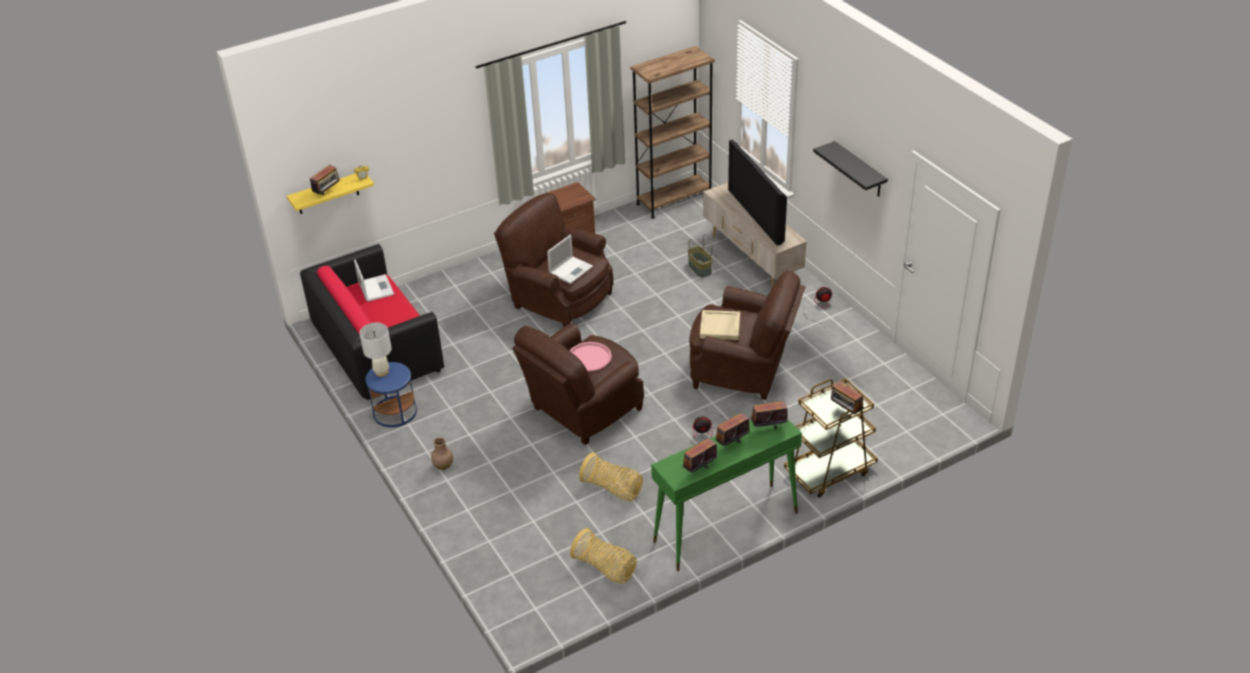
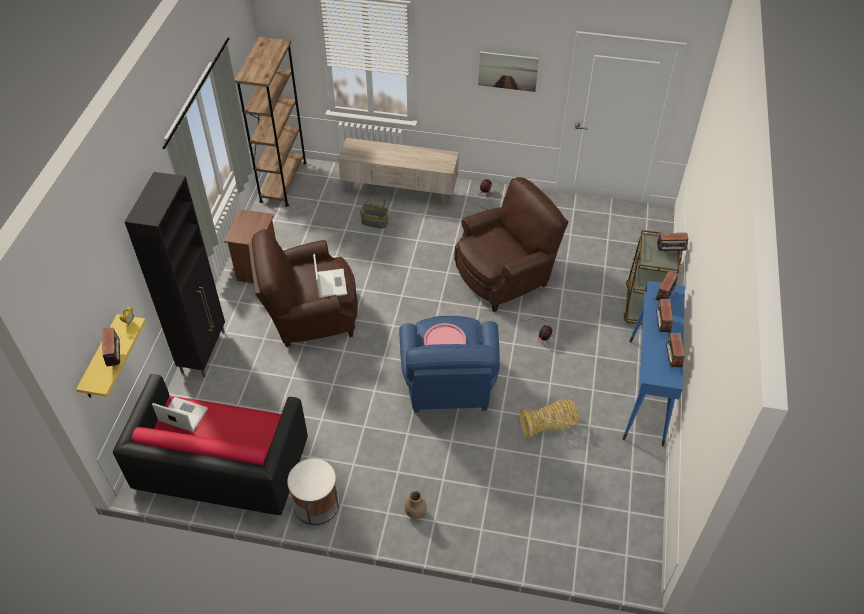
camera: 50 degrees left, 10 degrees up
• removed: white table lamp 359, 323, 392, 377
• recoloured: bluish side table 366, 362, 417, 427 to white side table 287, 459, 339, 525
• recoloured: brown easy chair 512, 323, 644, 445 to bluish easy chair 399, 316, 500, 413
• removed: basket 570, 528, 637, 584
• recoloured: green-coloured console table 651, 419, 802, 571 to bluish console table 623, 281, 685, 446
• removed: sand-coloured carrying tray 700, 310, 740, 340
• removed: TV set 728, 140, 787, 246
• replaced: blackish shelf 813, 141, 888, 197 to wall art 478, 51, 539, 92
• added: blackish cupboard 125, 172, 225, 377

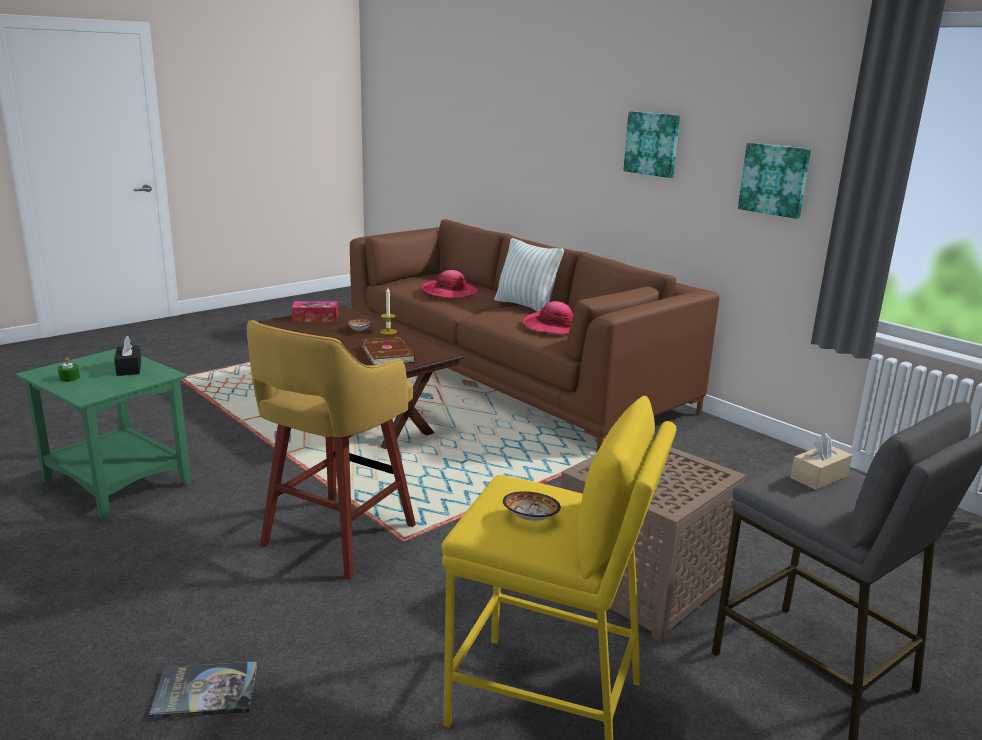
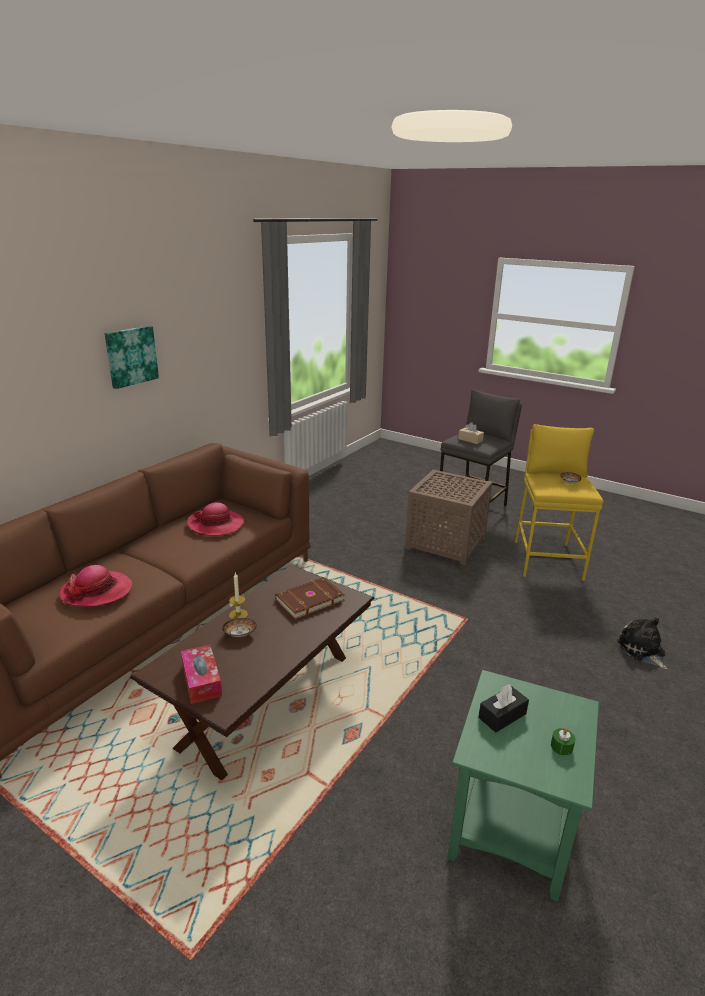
camera: 105 degrees left, 5 degrees up
• replaced: volume 149, 662, 257, 719 to cuddly toy 617, 617, 667, 669
• removed: yellow stool seat 247, 320, 416, 580
• removed: throw pillow 494, 238, 564, 312
• removed: wall art 738, 143, 811, 219

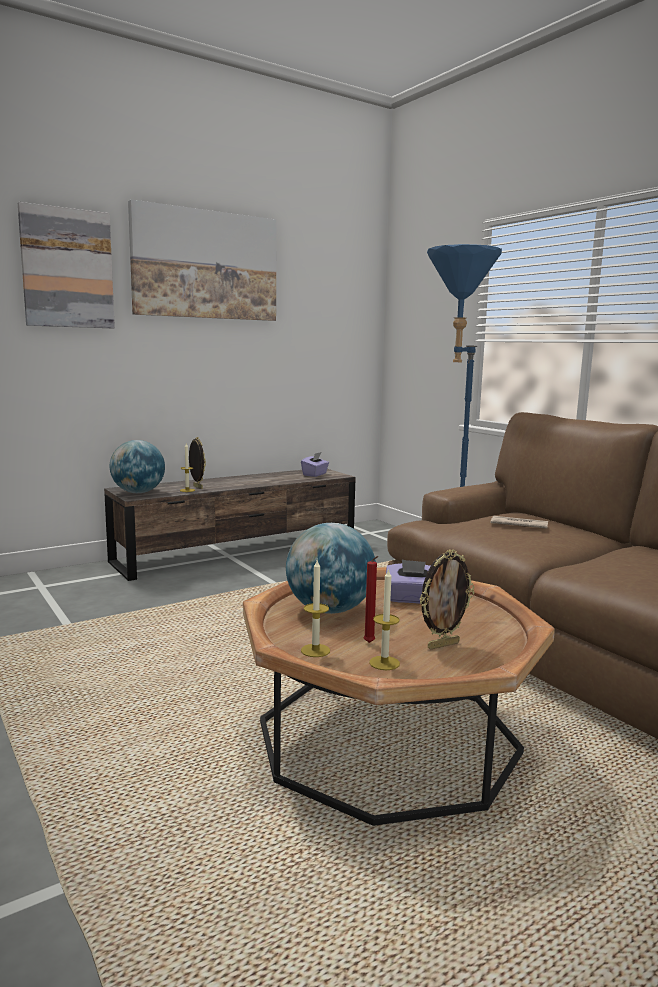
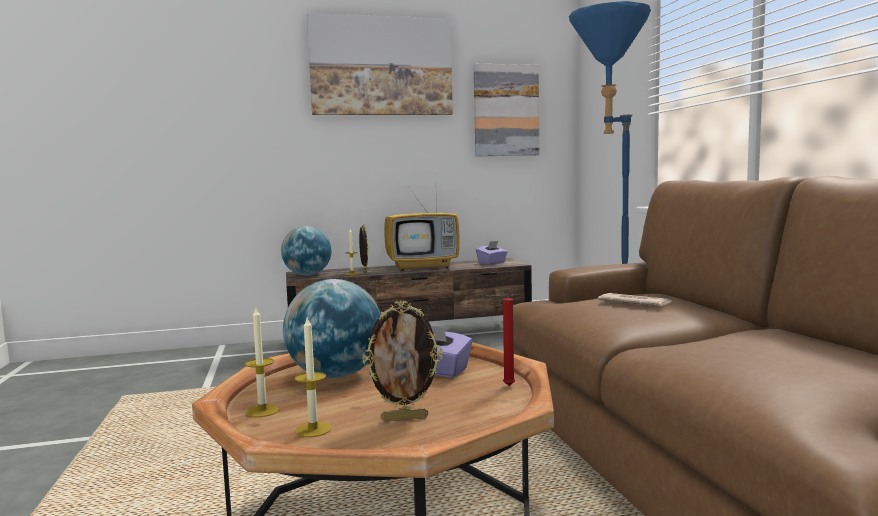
camera: 20 degrees right, 5 degrees down
• moved: wall art 18, 202, 115, 328 to 473, 64, 539, 156
• moved: red-coloured wax light 364, 556, 378, 643 to 503, 291, 515, 386
• added: TV set 384, 189, 460, 271

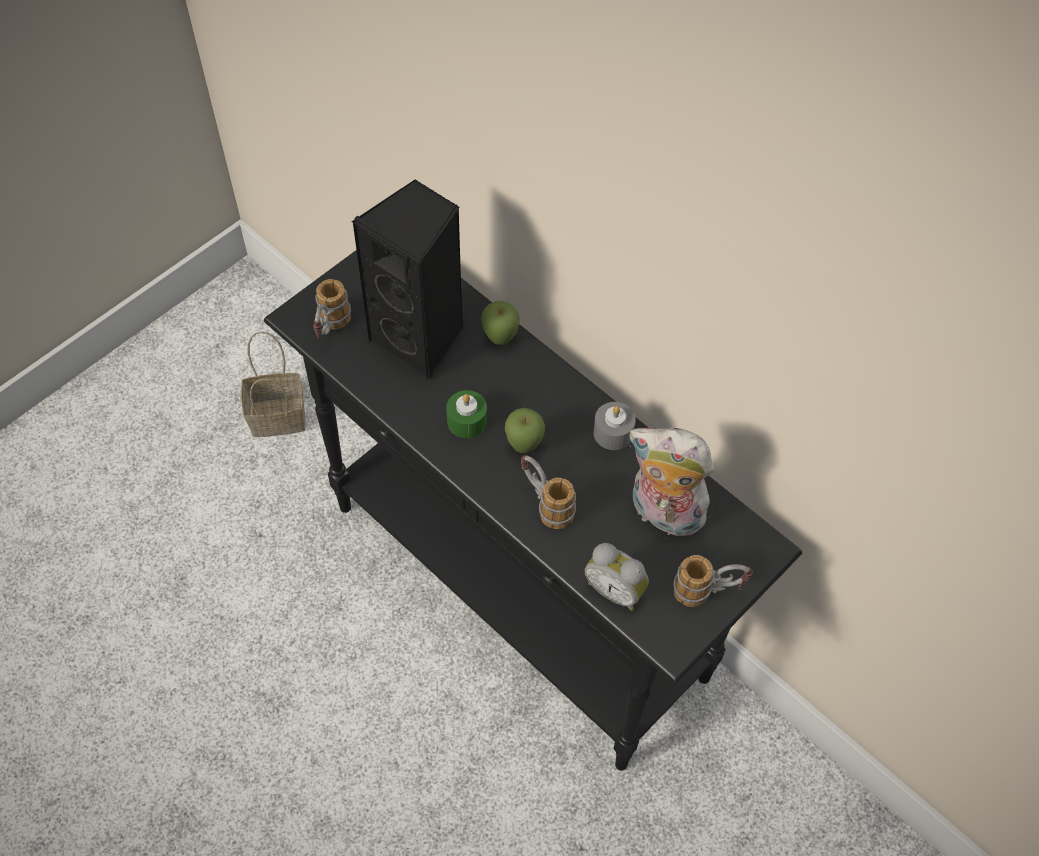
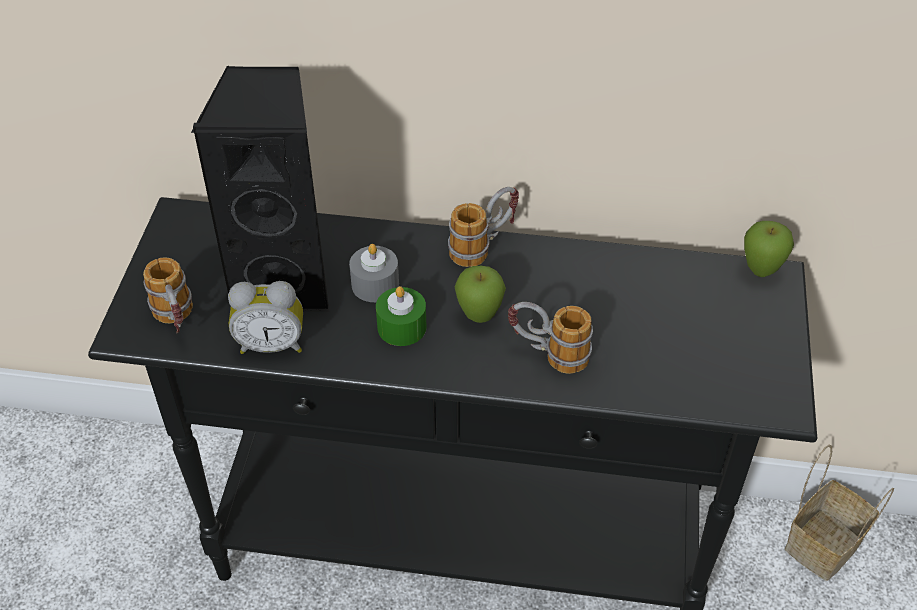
camera: 35 degrees left, 10 degrees down
• moved: basket 241, 331, 305, 437 to 785, 444, 894, 581
• moved: apple 481, 301, 520, 345 to 744, 221, 794, 277
• moved: alarm clock 585, 543, 649, 611 to 228, 281, 303, 354
• moved: gray wax light 593, 402, 636, 450 to 349, 244, 399, 302
• removed: cuddly toy 629, 428, 714, 536
• moved: mug 673, 555, 753, 607 to 448, 187, 519, 267

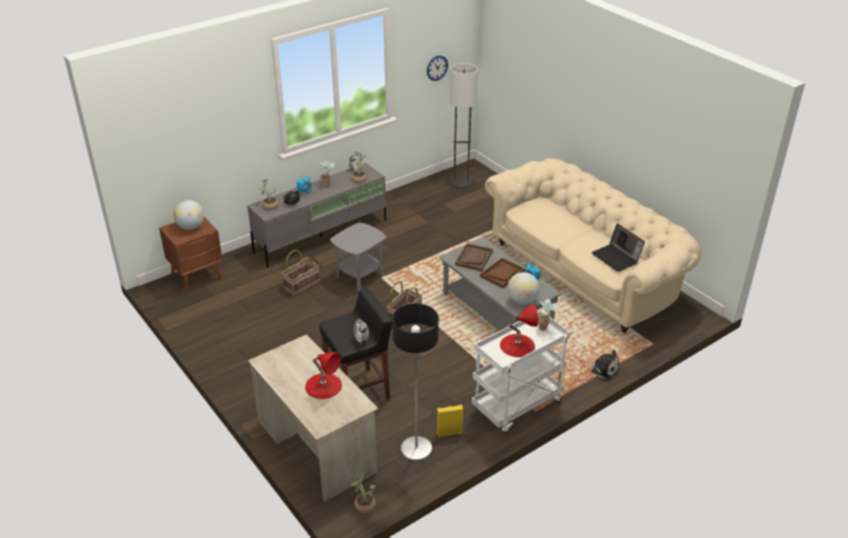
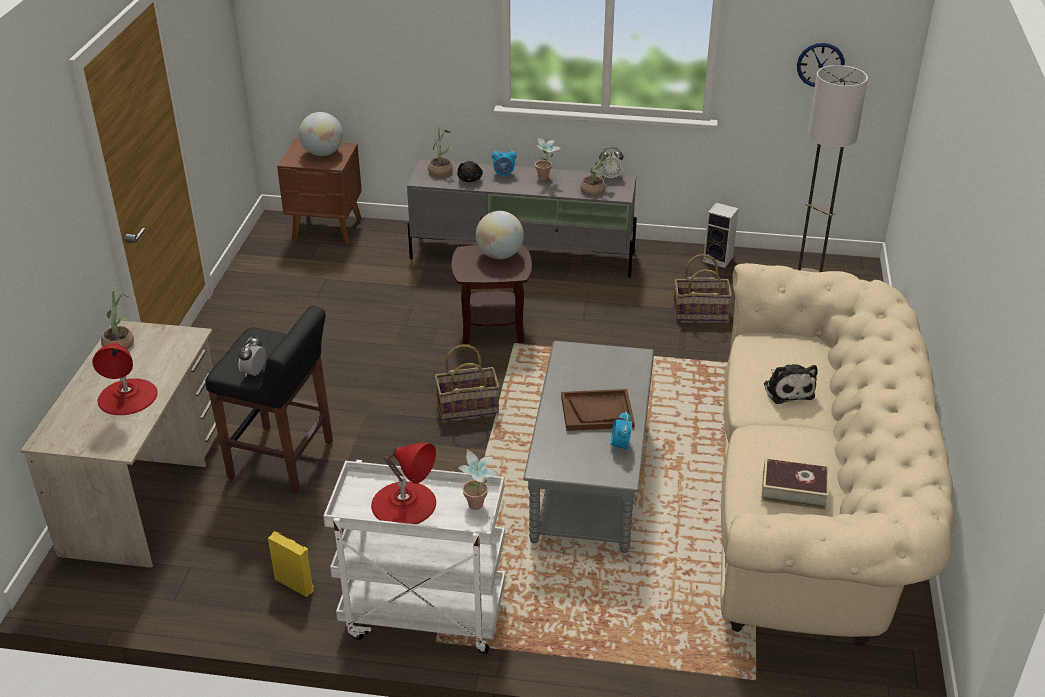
camera: 45 degrees right, 0 degrees up
• moved: basket 281, 250, 320, 296 to 673, 254, 732, 321
• recoloured: gray side table 330, 222, 386, 291 to brown side table 451, 245, 532, 345
• moved: houseplant 350, 472, 376, 513 to 101, 291, 134, 349
• removed: standing lamp 392, 303, 439, 462
• removed: brown carrying tray 455, 243, 493, 271
• moved: desk globe 507, 272, 540, 305 to 476, 211, 524, 259
• moved: cuddly toy 586, 350, 620, 380 to 764, 364, 818, 404
• replaced: notebook computer 592, 223, 645, 272 to volume 761, 459, 829, 510
• added: loudspeaker 703, 202, 739, 268

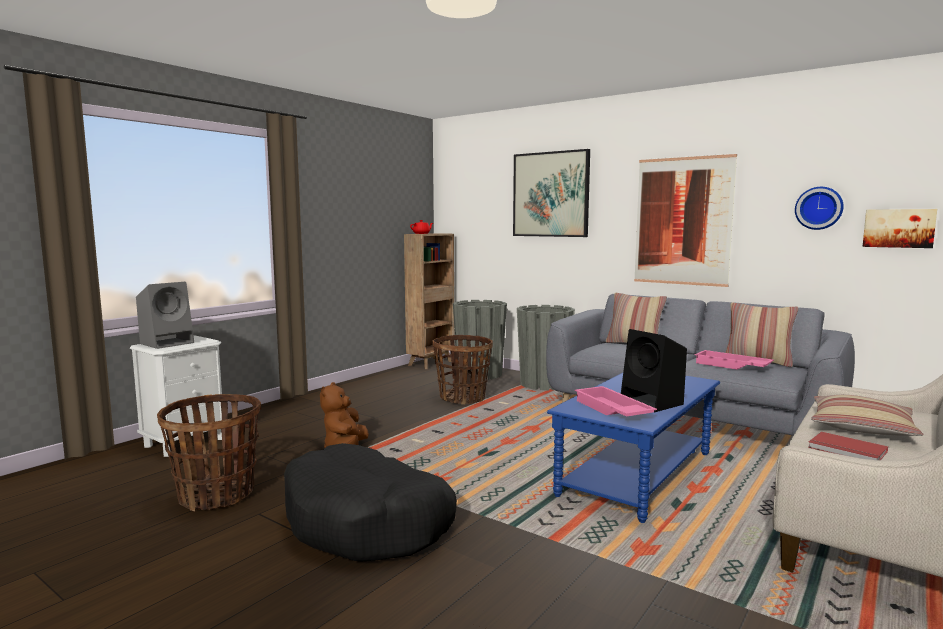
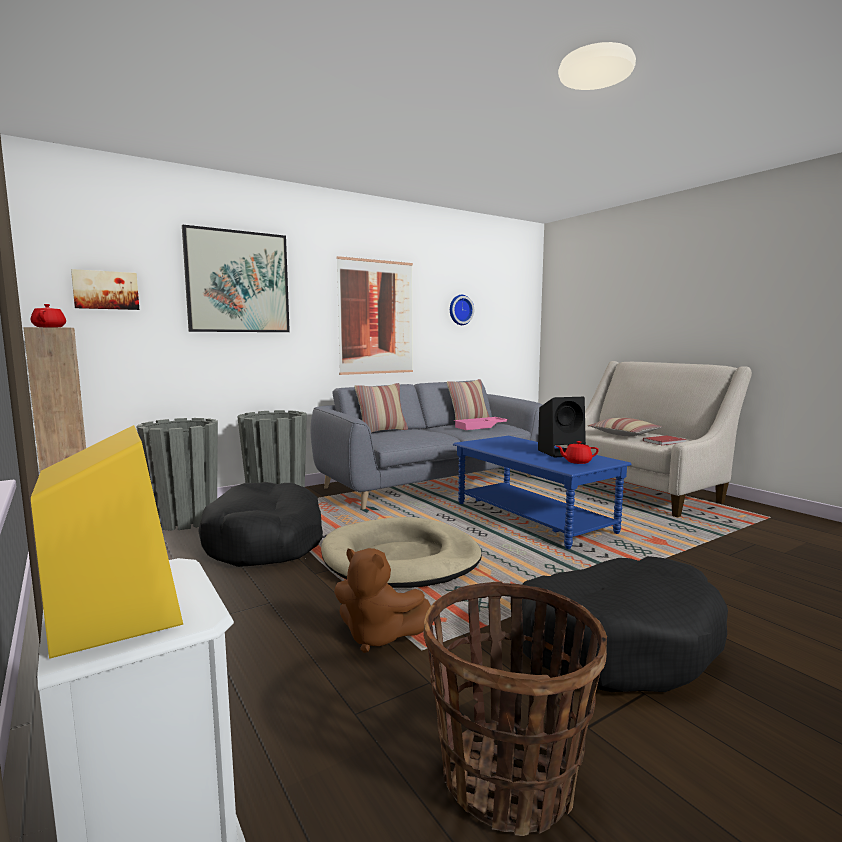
camera: 70 degrees left, 0 degrees up
• recoloured: gray loudspeaker 136, 282, 194, 349 to yellow loudspeaker 31, 425, 183, 659
• replaced: basket 432, 335, 493, 405 to blackish dog bed 198, 482, 323, 567
• replaced: pinkish carrying tray 575, 386, 657, 417 to red-coloured tea pot 557, 441, 599, 464
• moved: wall art 862, 209, 937, 248 to 71, 269, 139, 310
• added: sand-coloured dog bed 321, 517, 482, 588

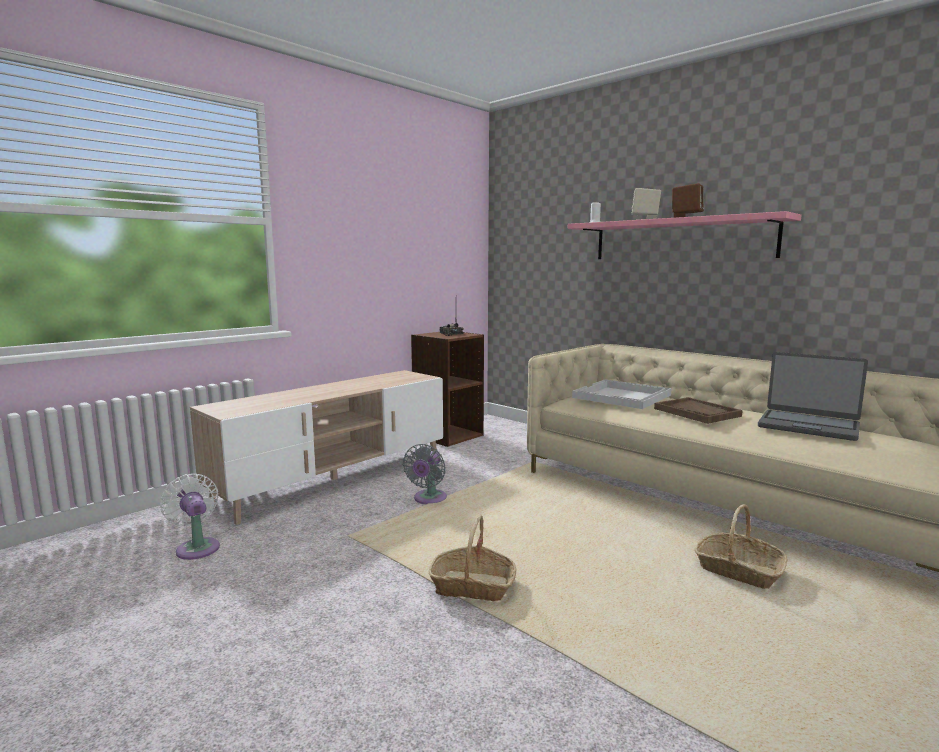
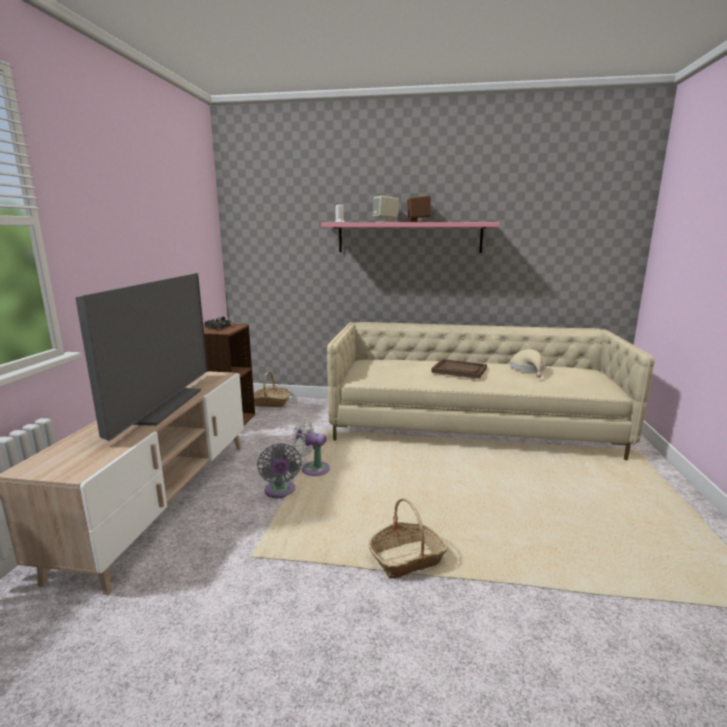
camera: 35 degrees left, 5 degrees up
• moved: white cooling fan 160, 474, 220, 560 to 291, 419, 330, 476
• removed: white carrying tray 572, 379, 672, 409
• moved: basket 695, 504, 787, 589 to 254, 371, 290, 407
• replaced: notebook computer 758, 352, 868, 441 to sand-coloured hat 510, 349, 546, 378
• added: TV set 75, 273, 208, 441

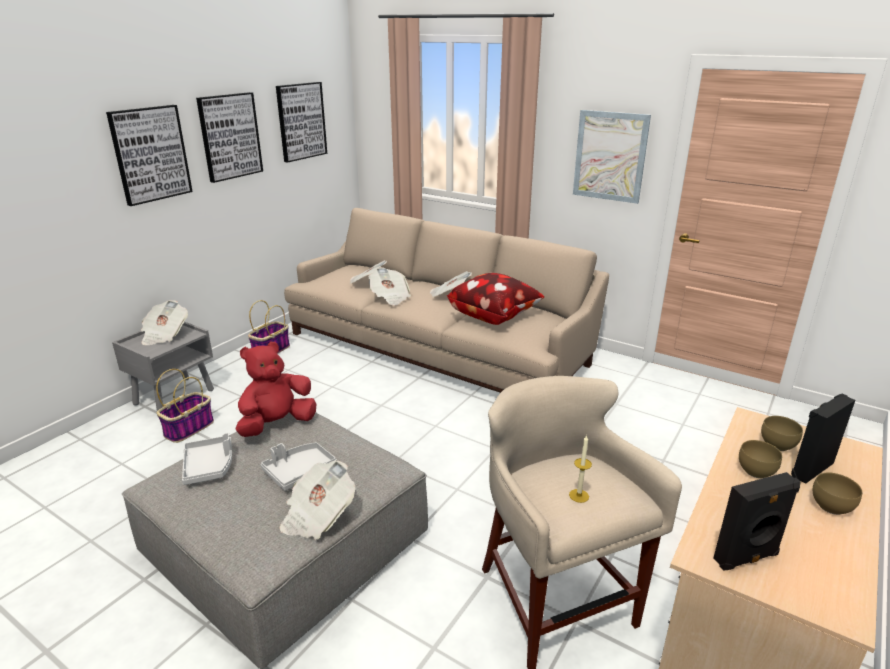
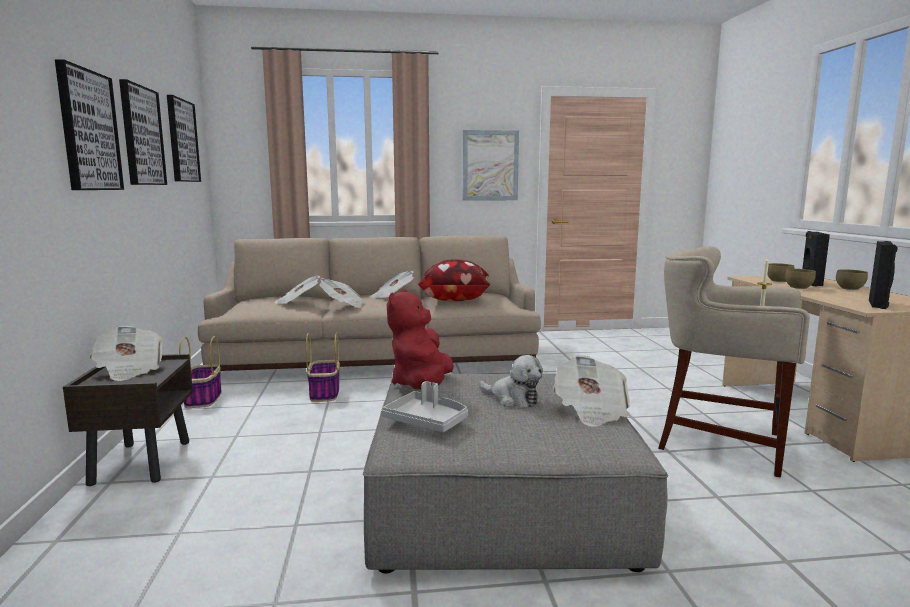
camera: 40 degrees left, 15 degrees down
• recoloured: gray bedside table 112, 322, 214, 416 to brown bedside table 63, 354, 193, 486
• moved: basket 156, 369, 214, 443 to 306, 332, 340, 402
• replaced: gray carrying tray 261, 442, 337, 491 to cuddly toy 479, 355, 543, 408

